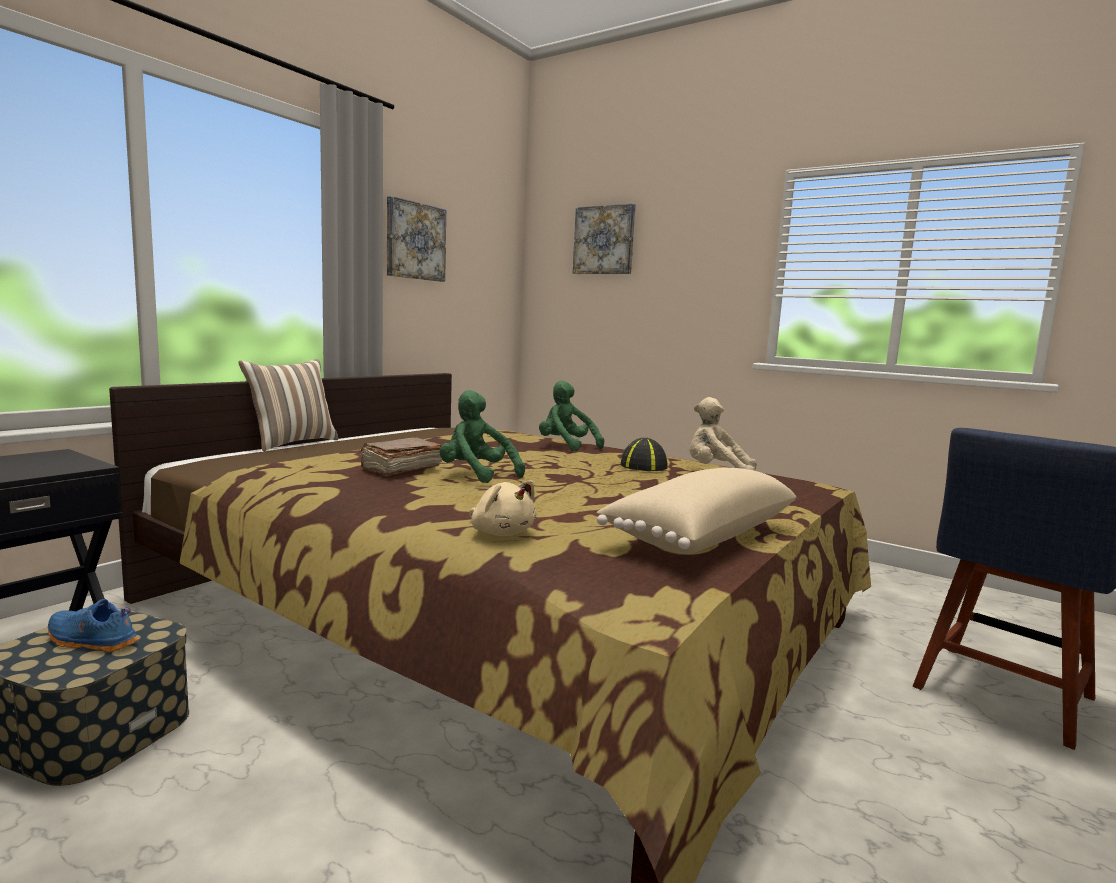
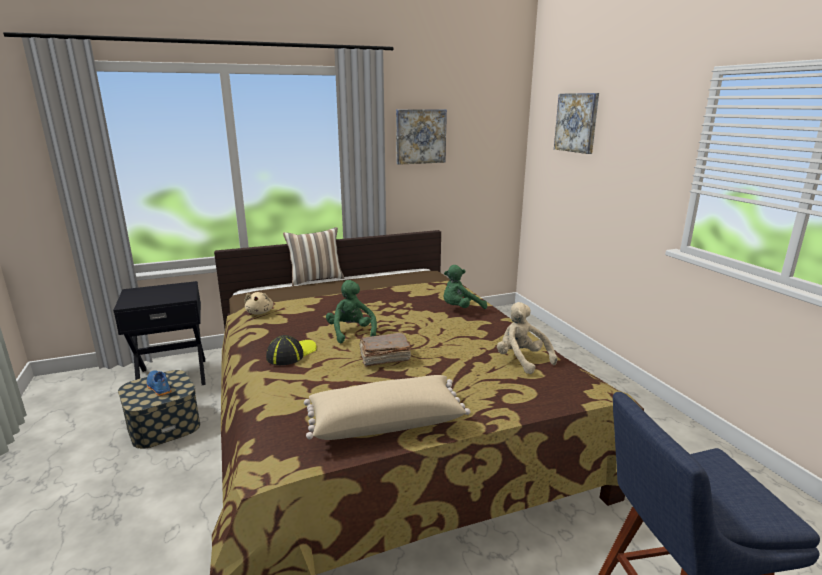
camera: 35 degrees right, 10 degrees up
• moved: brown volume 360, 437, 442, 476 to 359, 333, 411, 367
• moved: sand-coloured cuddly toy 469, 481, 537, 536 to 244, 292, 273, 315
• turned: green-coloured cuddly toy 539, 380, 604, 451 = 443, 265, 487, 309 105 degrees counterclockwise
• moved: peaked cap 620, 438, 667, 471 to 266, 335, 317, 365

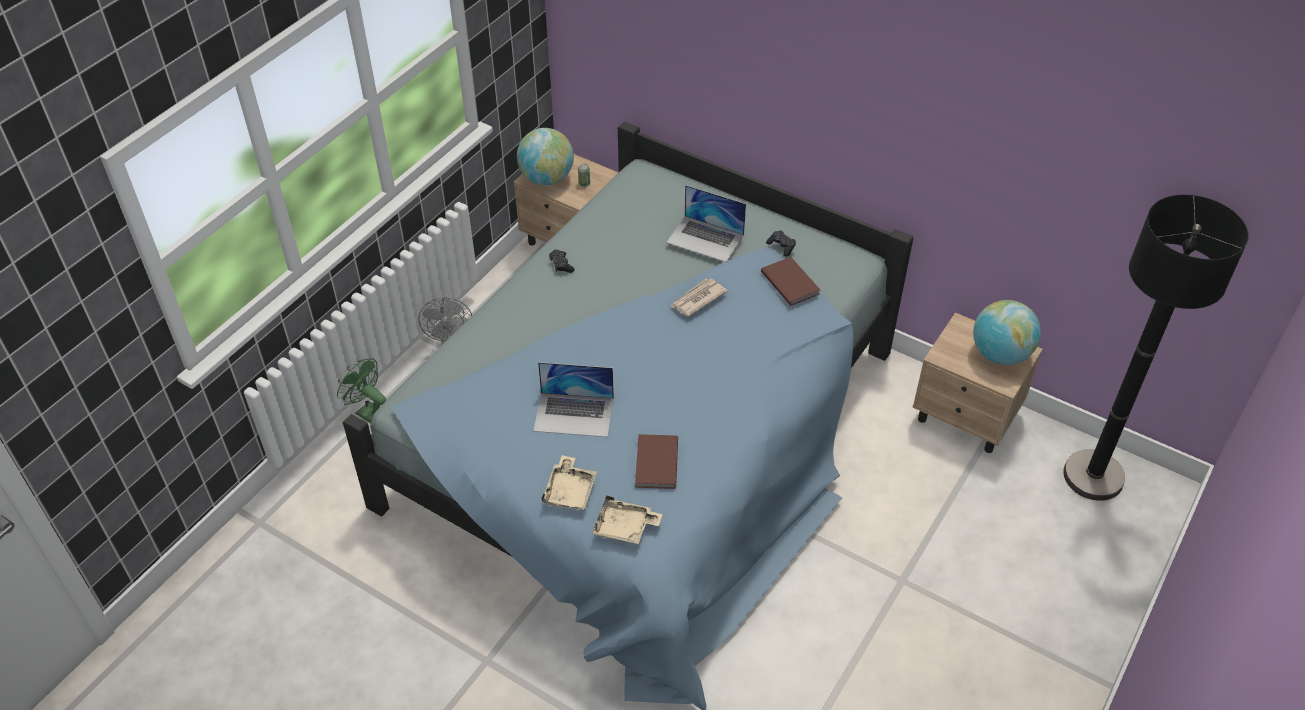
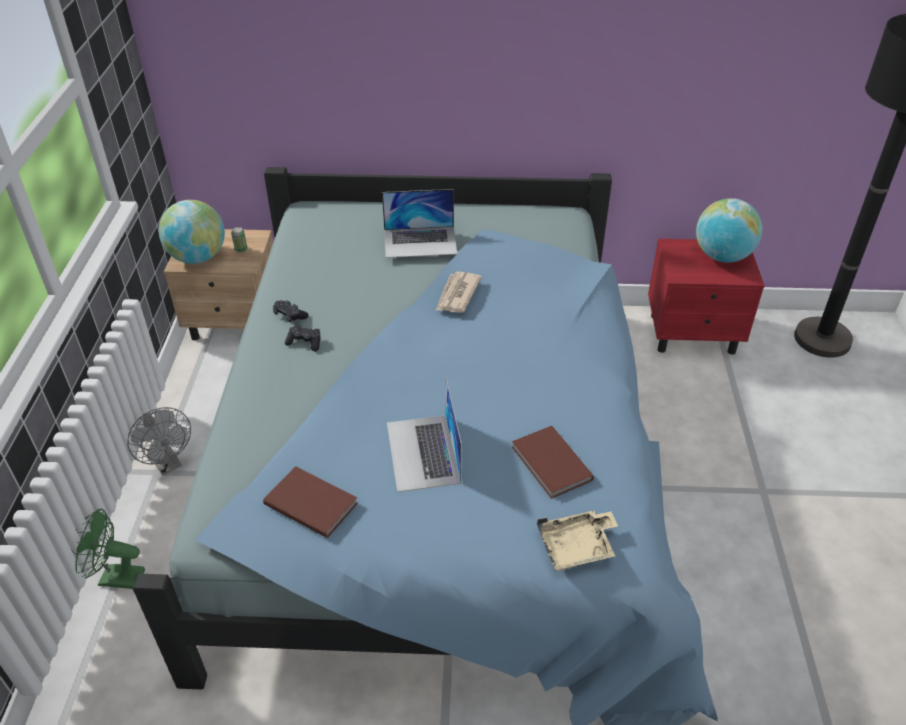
camera: 30 degrees left, 5 degrees down
• turned: notebook computer 533, 362, 614, 437 = 387, 375, 461, 492 105 degrees clockwise
• removed: sand-coloured carrying tray 541, 455, 597, 510
• moved: brown volume 761, 257, 820, 306 to 263, 466, 358, 538
• moved: blackish gamepad 766, 230, 796, 257 to 285, 325, 320, 351
• recoloured: sand-coloured bedside table 913, 313, 1043, 453 to red-coloured bedside table 648, 239, 765, 354

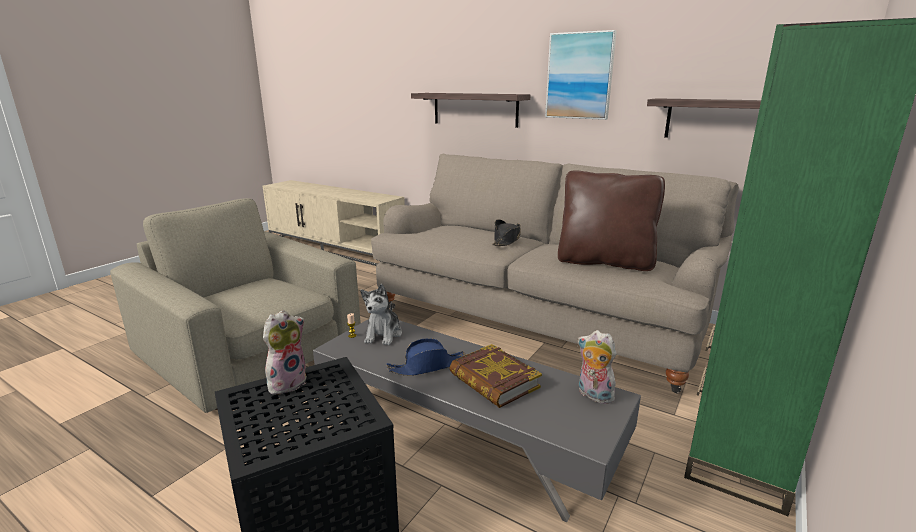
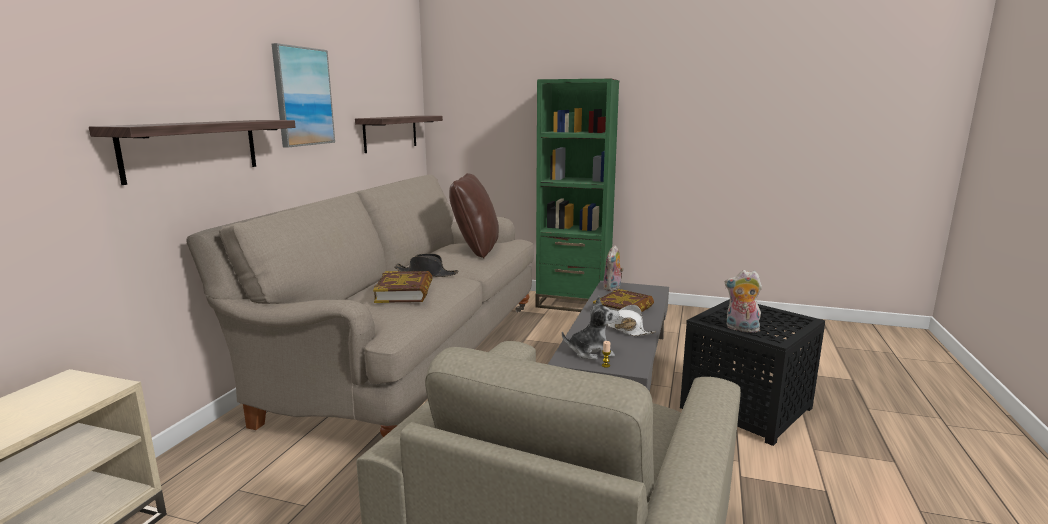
camera: 105 degrees left, 5 degrees down
• recoloured: bluish hat 386, 338, 466, 376 to white hat 607, 305, 656, 336
• added: volume 373, 271, 432, 303

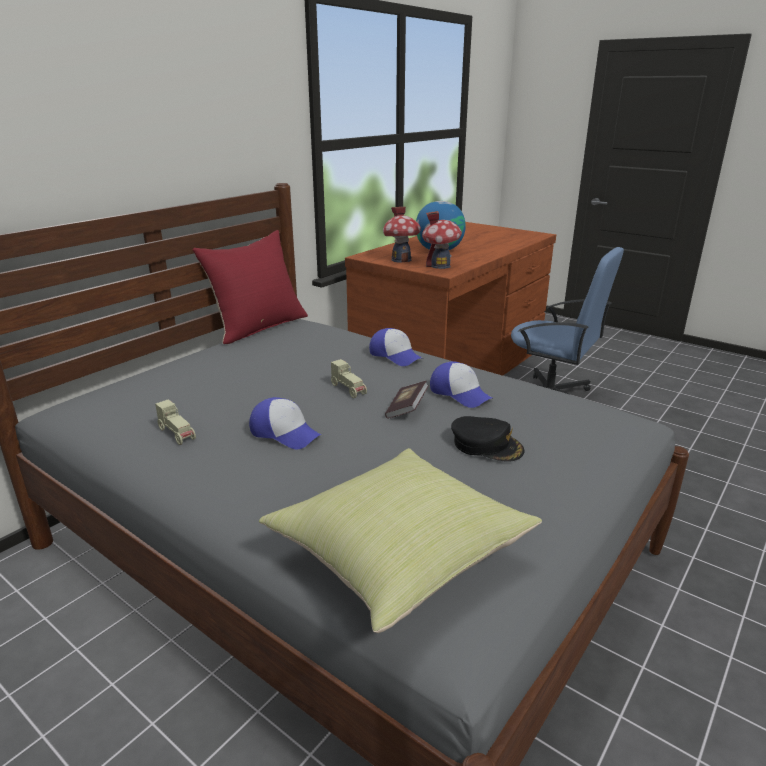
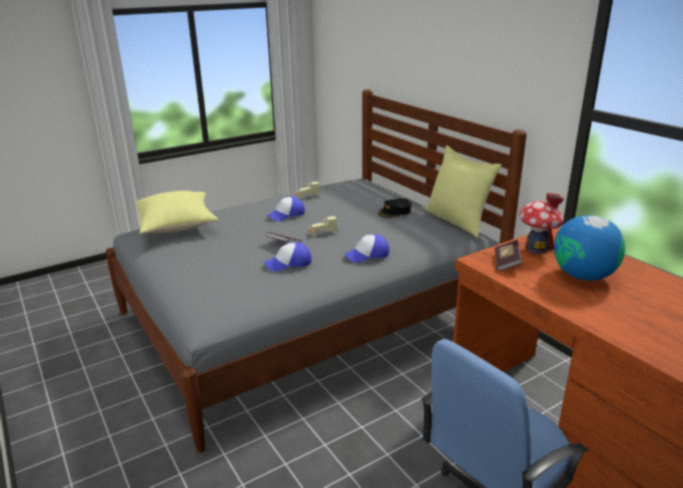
camera: 110 degrees right, 0 degrees up
• recoloured: red-coloured throw pillow 193, 230, 308, 344 to yellow throw pillow 425, 145, 502, 238
• replaced: model house 422, 211, 462, 269 to volume 494, 240, 522, 271
• moved: blackish peaked cap 451, 416, 524, 462 to 378, 198, 412, 218

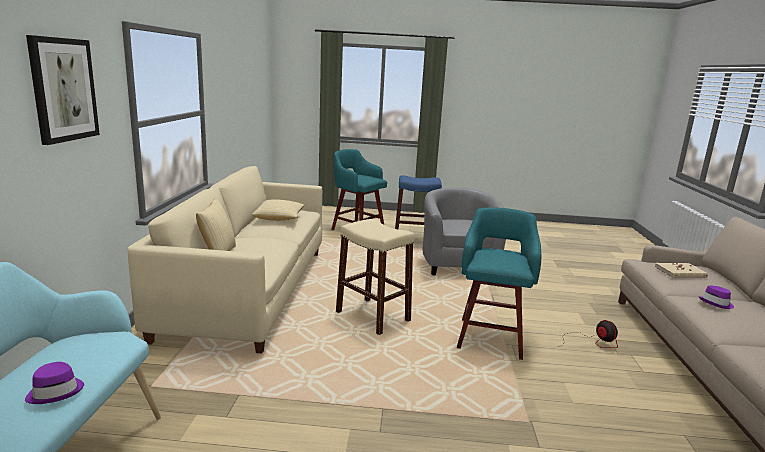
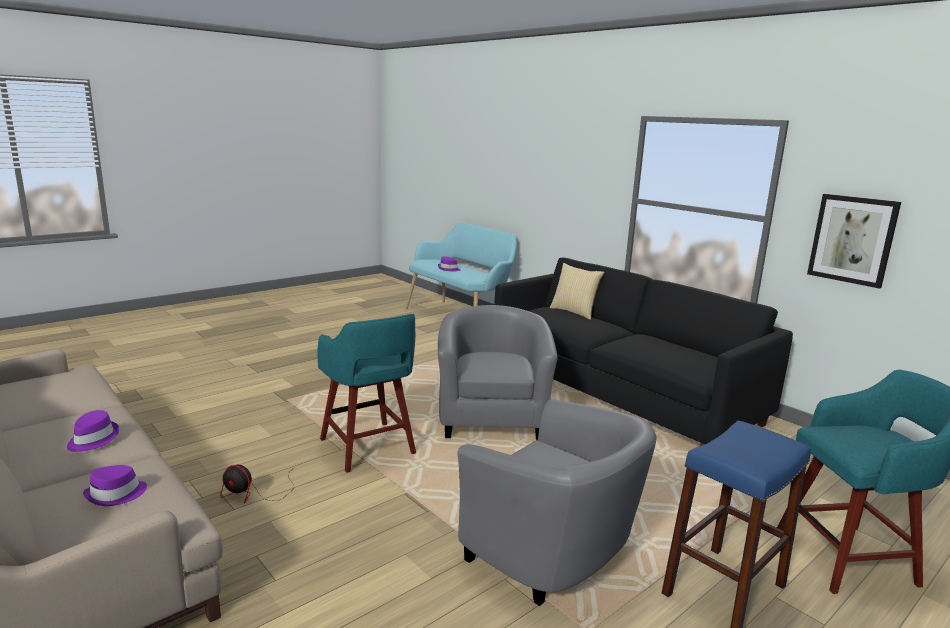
camera: 135 degrees right, 0 degrees up
• moved: wall art 26, 35, 100, 145 to 807, 194, 901, 289
• recoloured: sand-coloured couch 128, 166, 322, 353 to blackish couch 494, 257, 793, 446
• removed: throw pillow 252, 199, 305, 221
• replaced: sand-coloured stool seat 336, 219, 415, 335 to gray easy chair 438, 305, 558, 440
• replaced: sand-coloured volume 655, 263, 708, 278 to purplish hat 83, 465, 147, 506

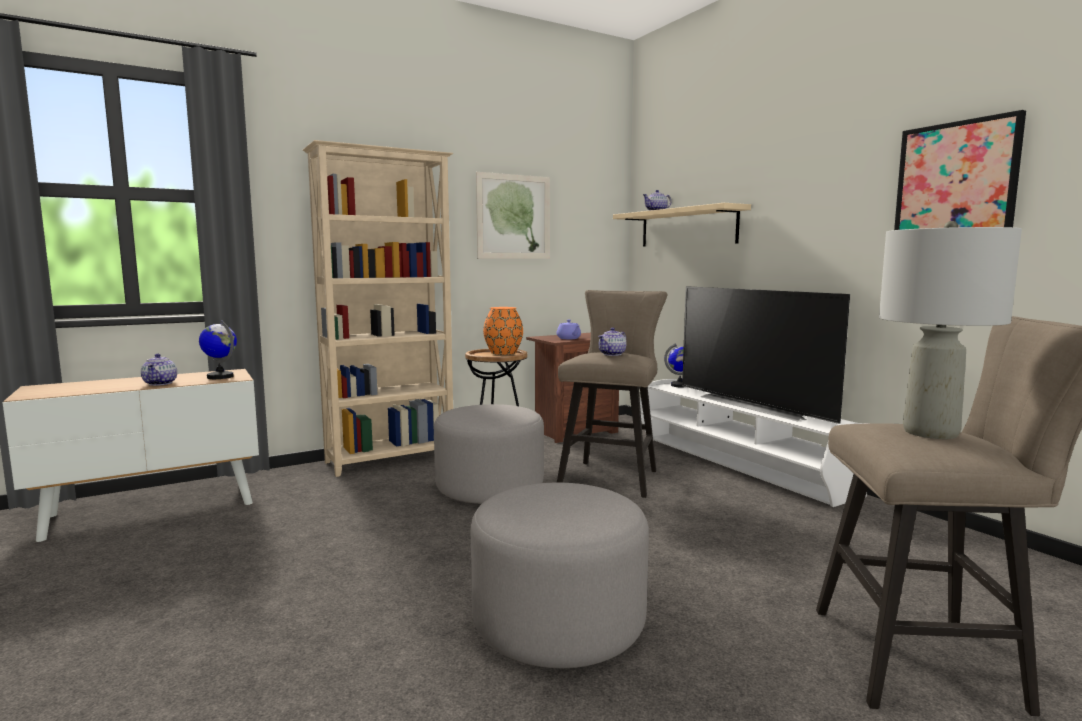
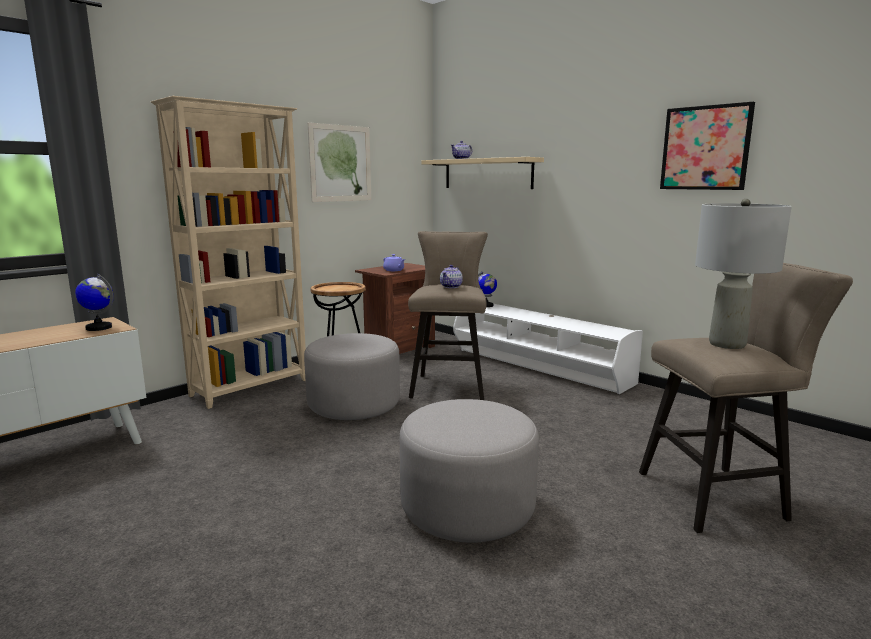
camera: 15 degrees left, 5 degrees up
• removed: tea pot 141, 354, 177, 386
• removed: orange flower vase 483, 307, 523, 355
• removed: TV set 682, 286, 850, 424

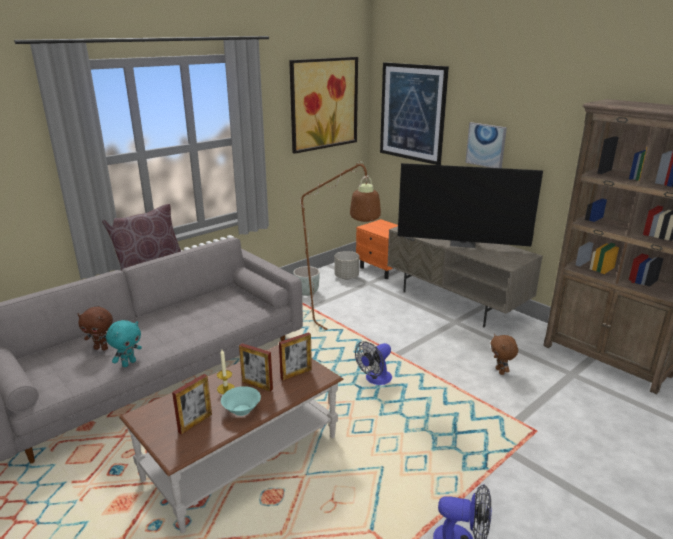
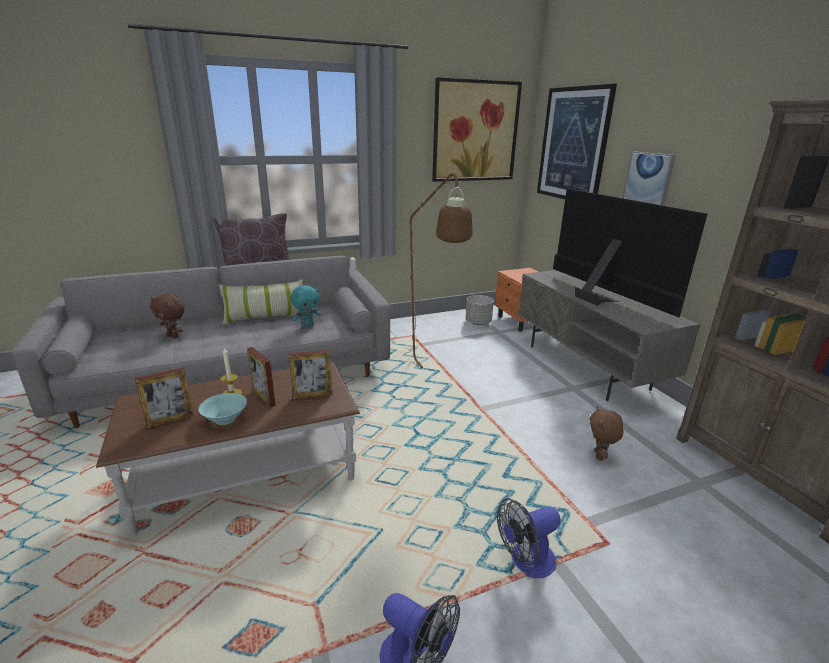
camera: 20 degrees right, 0 degrees up
• moved: turquoise cuddly toy 106, 320, 142, 367 to 291, 285, 321, 328
• removed: gray plant pot 293, 266, 320, 296
• moved: cooling fan 355, 341, 392, 385 to 497, 498, 561, 578
• turned: TV set 398, 163, 543, 248 = 553, 188, 707, 317 150 degrees counterclockwise
• added: throw pillow 219, 279, 304, 325

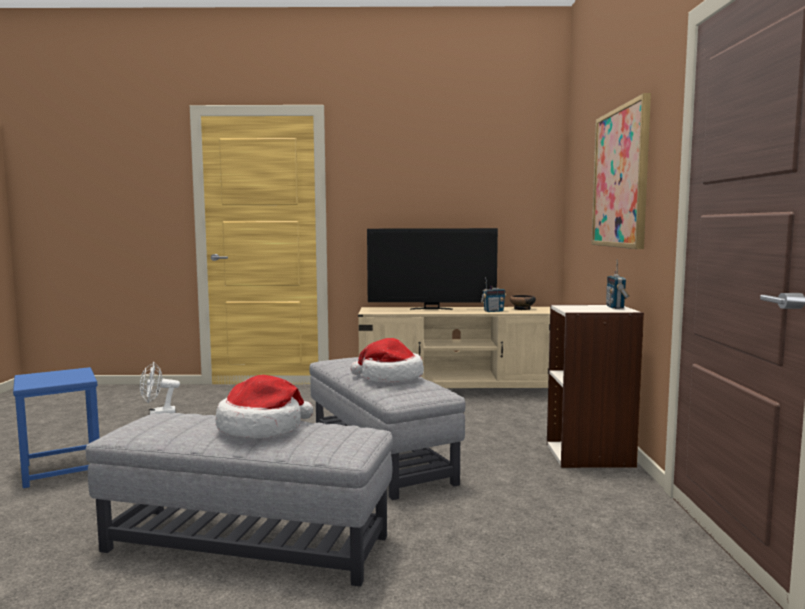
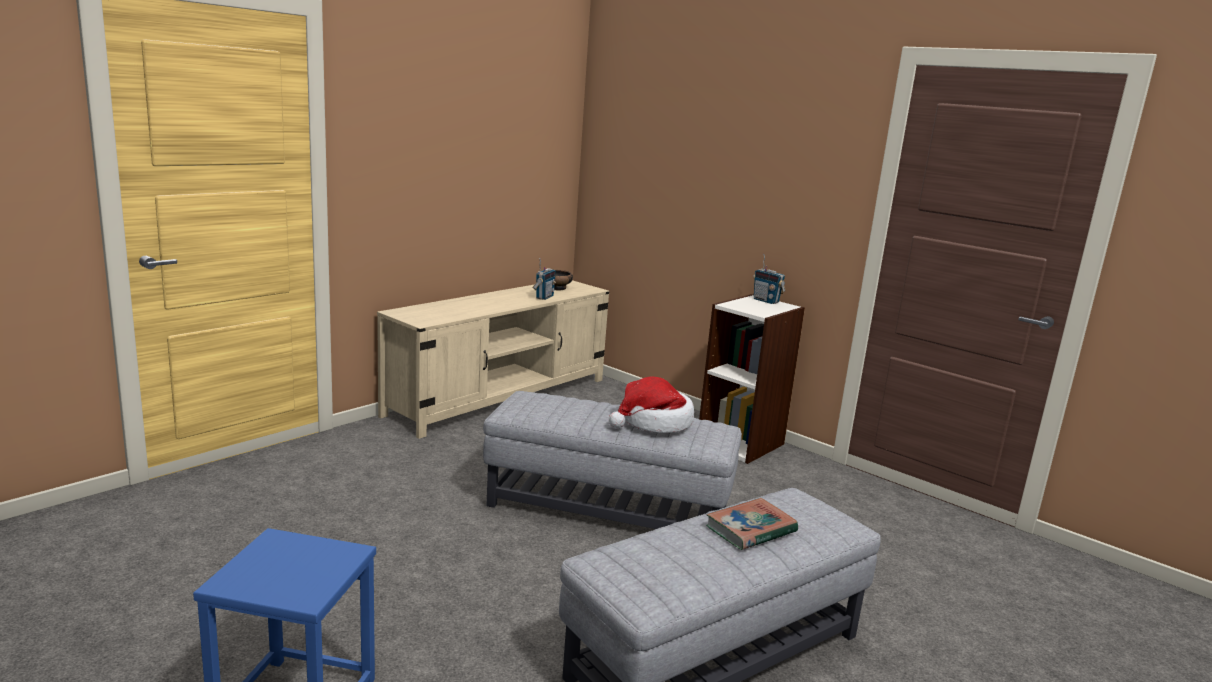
camera: 50 degrees left, 10 degrees up
• removed: white cooling fan 140, 362, 180, 414
• replaced: hat 215, 375, 313, 438 to volume 706, 498, 798, 550
• removed: TV set 367, 228, 498, 310
• removed: wall art 591, 93, 651, 249

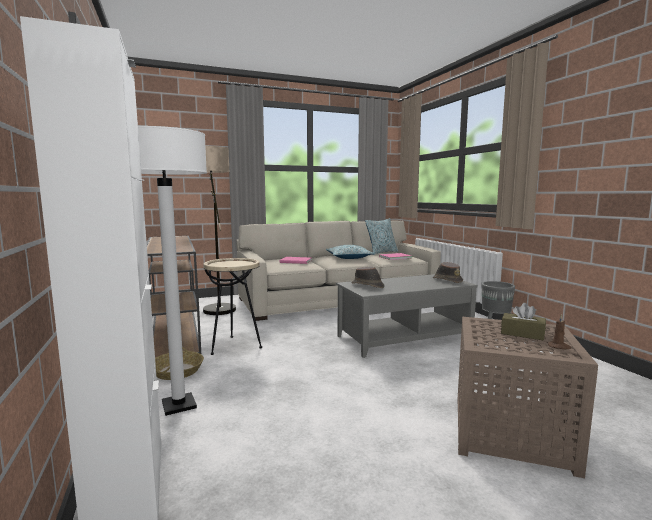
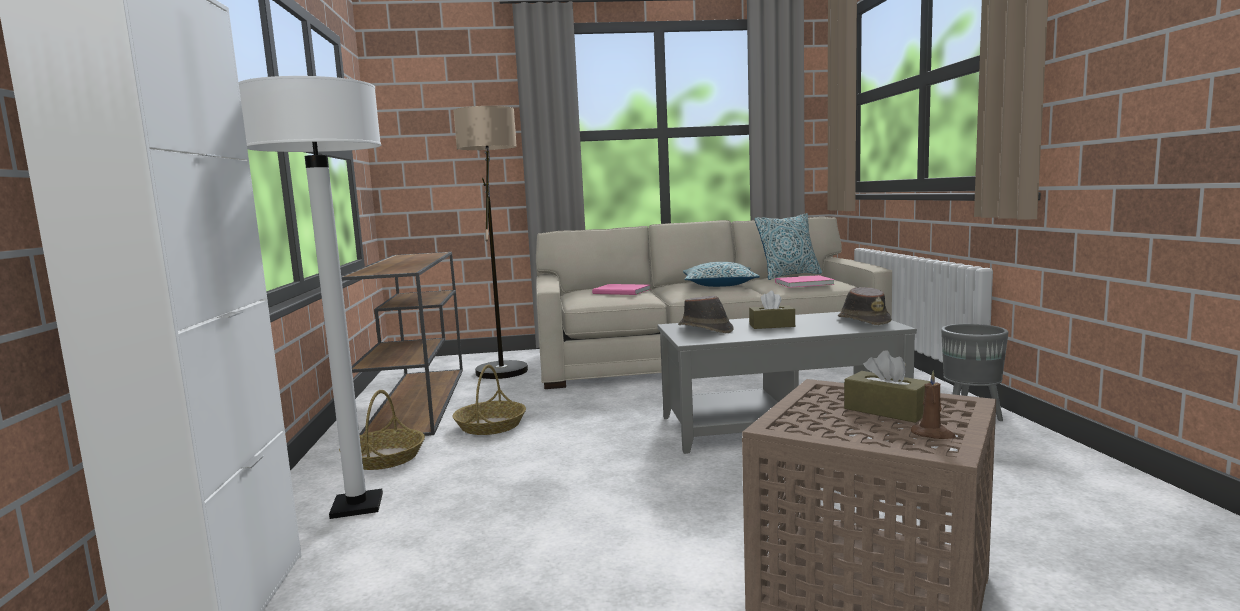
camera: 15 degrees right, 0 degrees up
• replaced: sand-coloured side table 203, 258, 262, 355 to basket 452, 365, 526, 435
• added: brown box of tissues 749, 291, 795, 329

